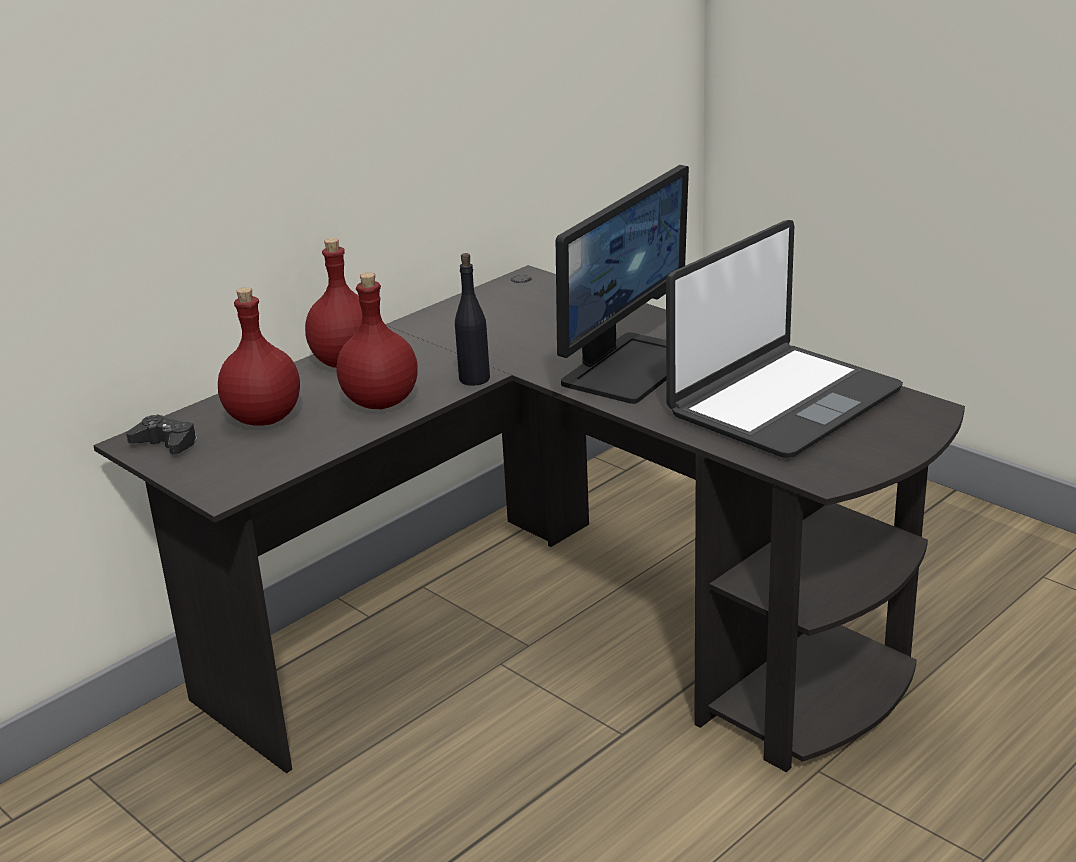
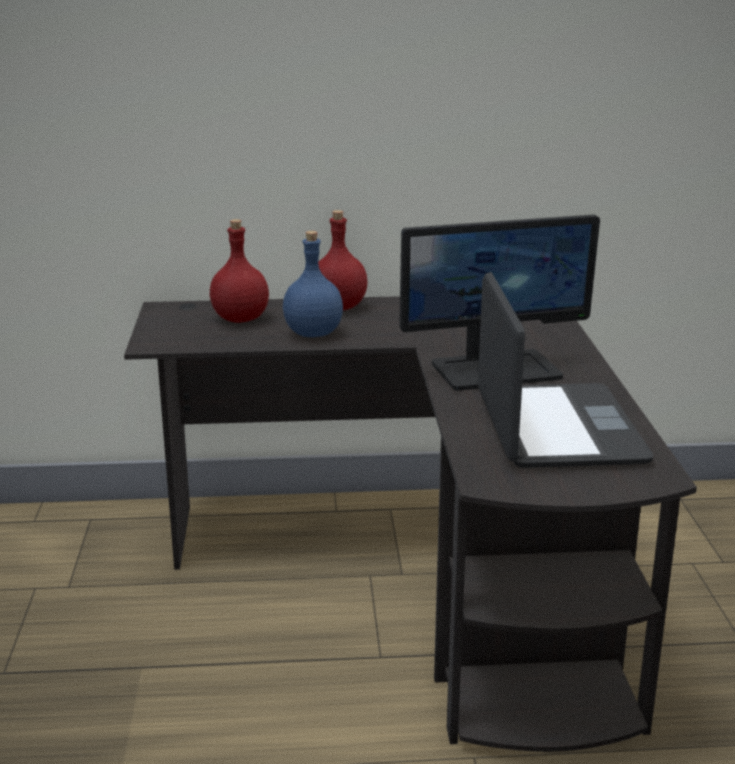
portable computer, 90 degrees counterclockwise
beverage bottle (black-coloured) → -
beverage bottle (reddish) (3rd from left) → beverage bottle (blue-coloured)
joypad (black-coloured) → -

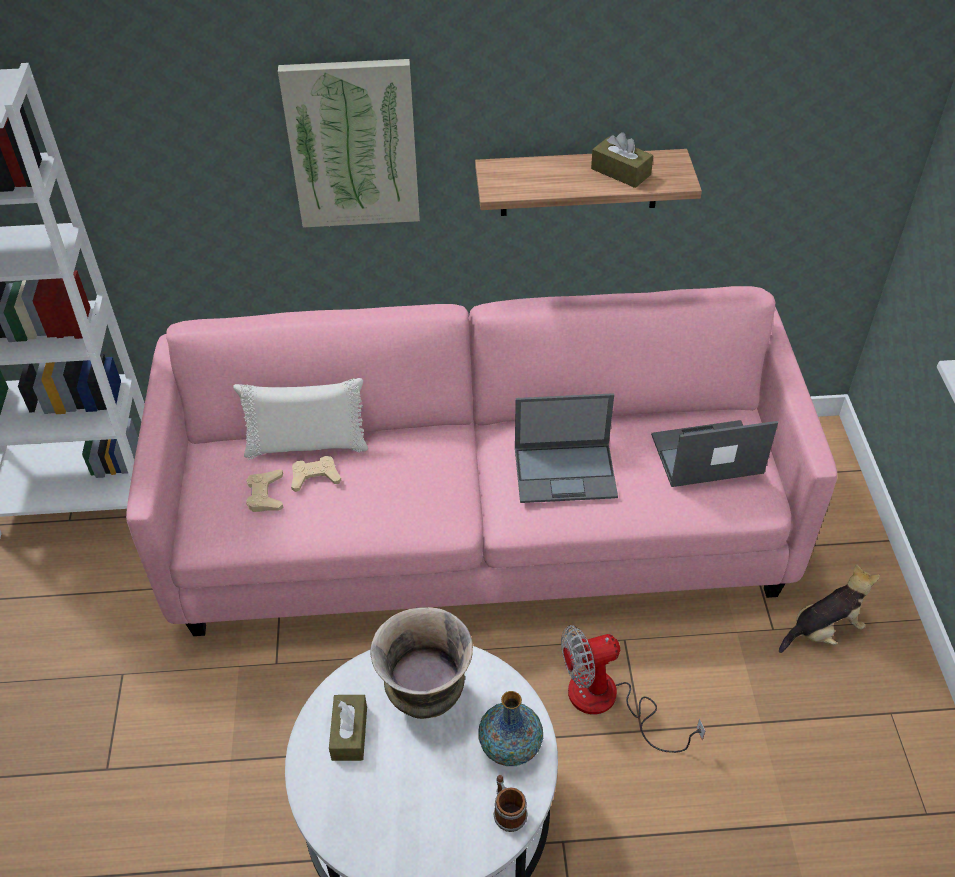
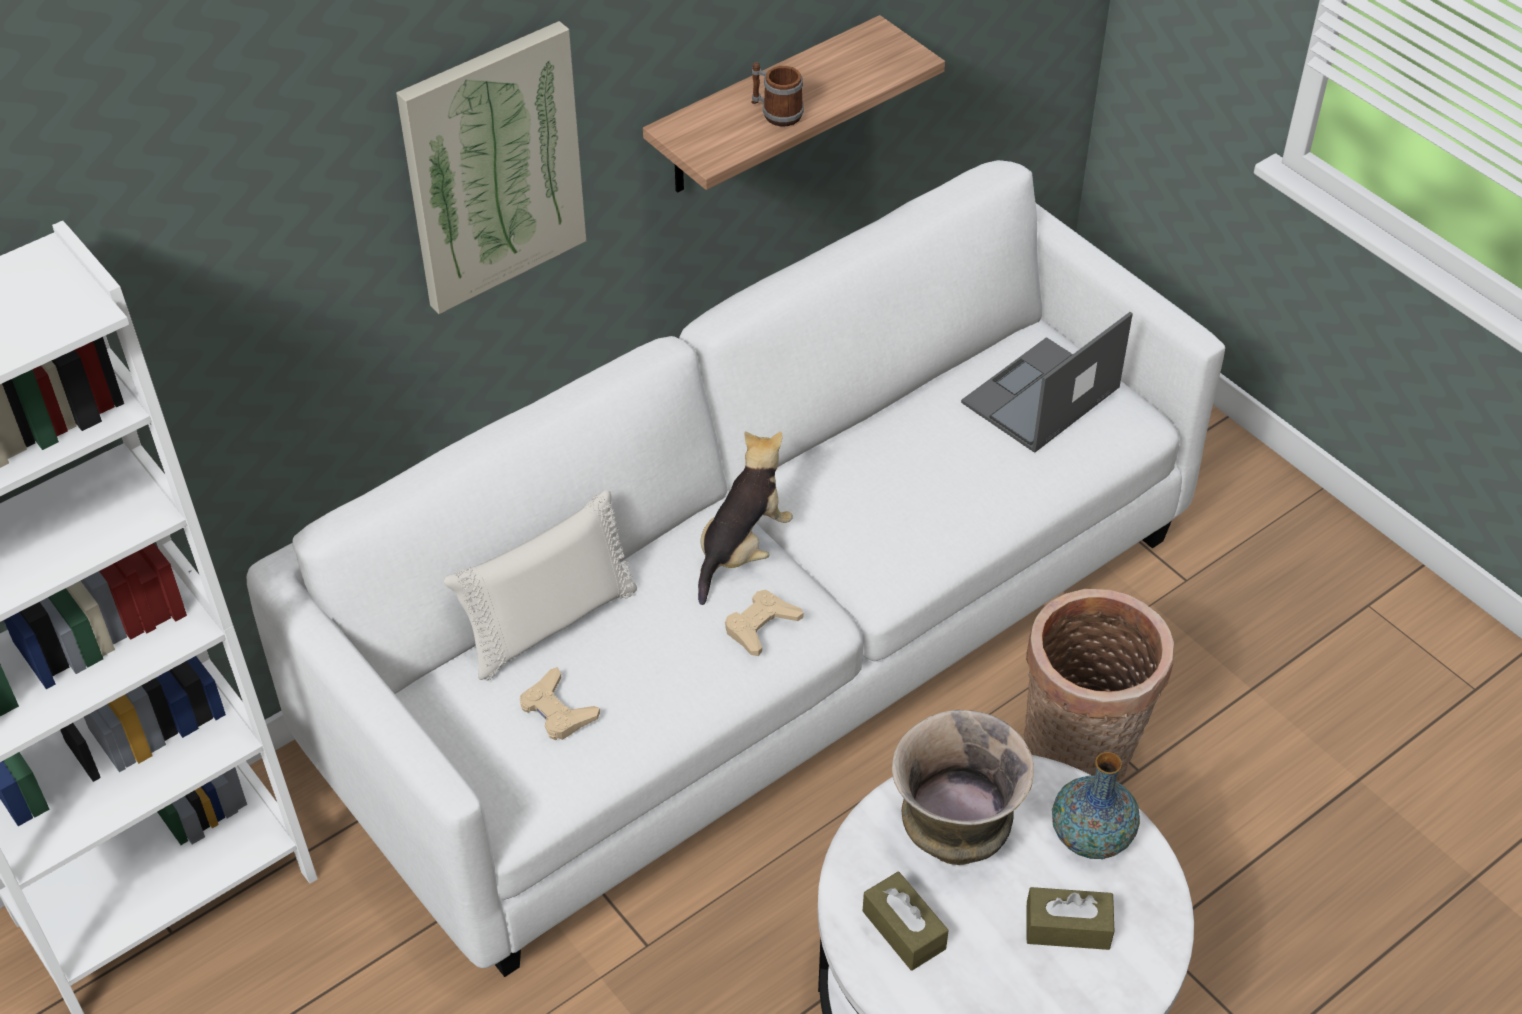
box of tissues (brown) (2nd from left), move
settee (pinkish) → settee (white-coloured)
portable computer (1st from left) → -
joypad (beige-coloured) (2nd from left), move
cuddly toy, move
fan → household basket
mug, move

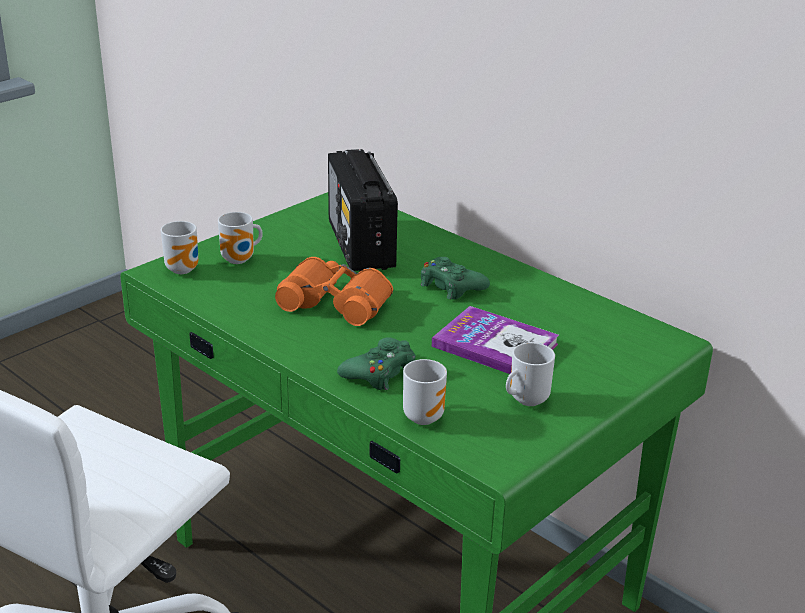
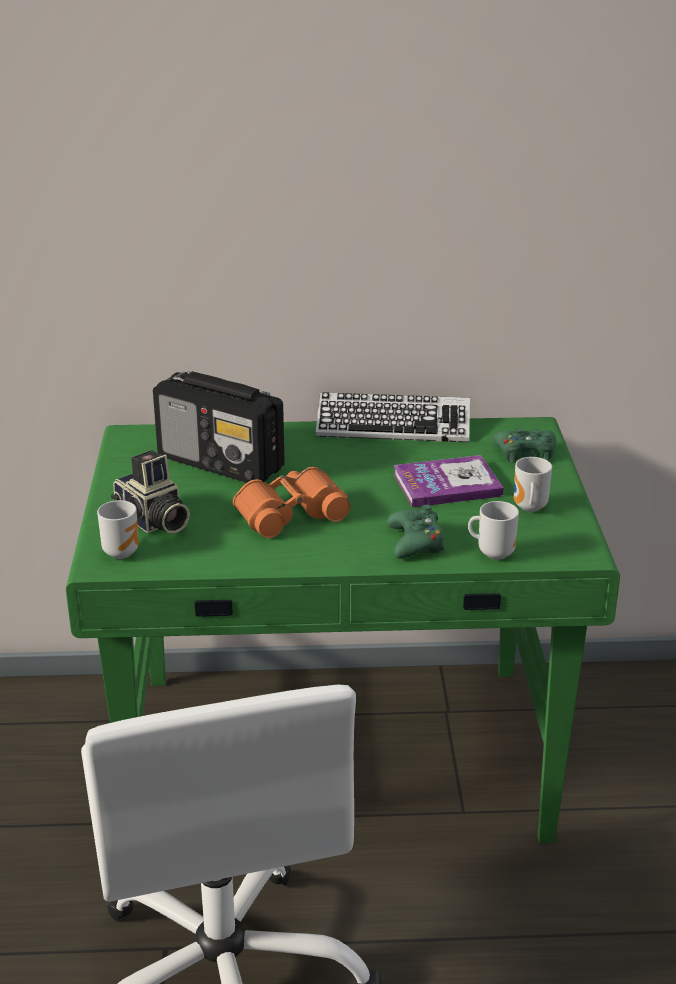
mug (2nd from left) → photo camera
joypad (greenish) (2nd from left), move
- → keyboard

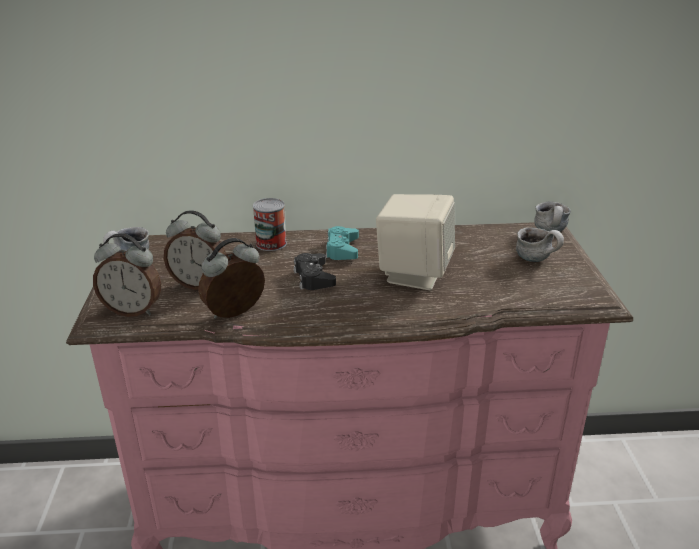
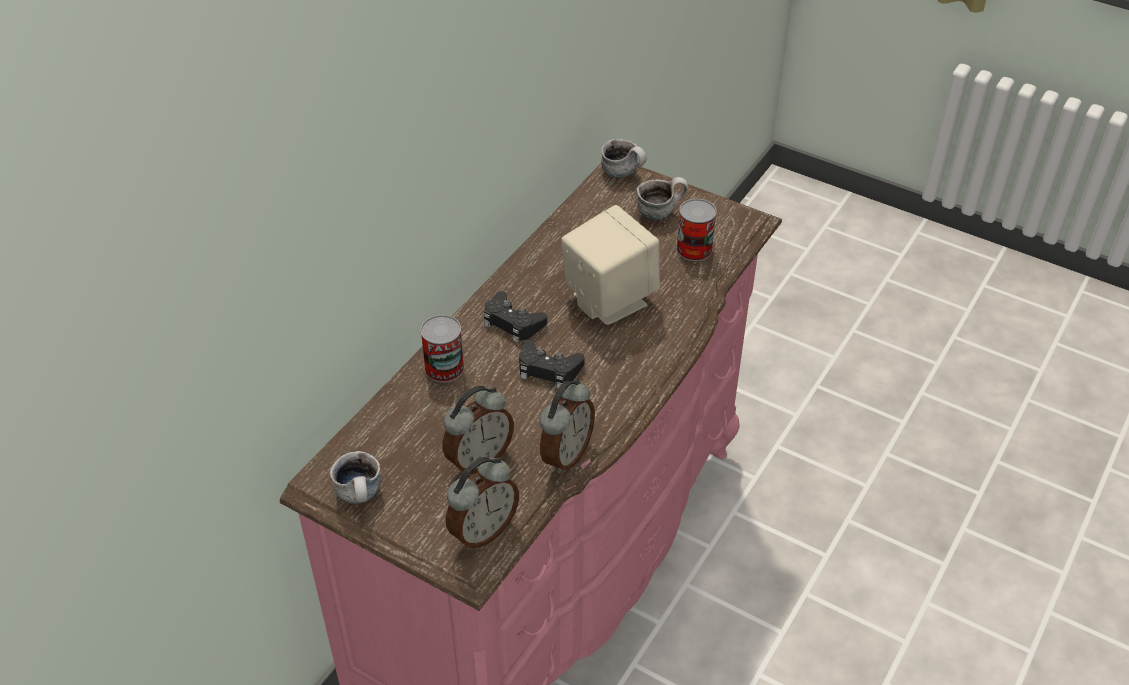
joypad (blue-green) → joypad (black-coloured) (1st from left)
alarm clock (3rd from left), 150 degrees counterclockwise
- → can (2nd from left)

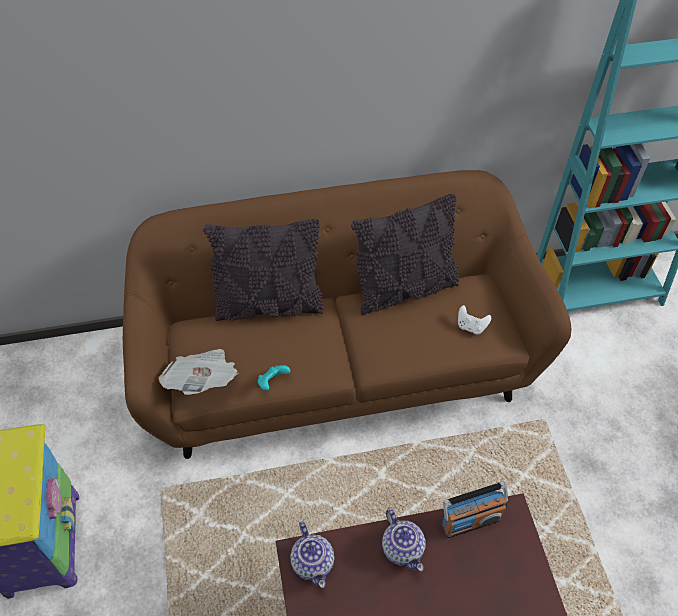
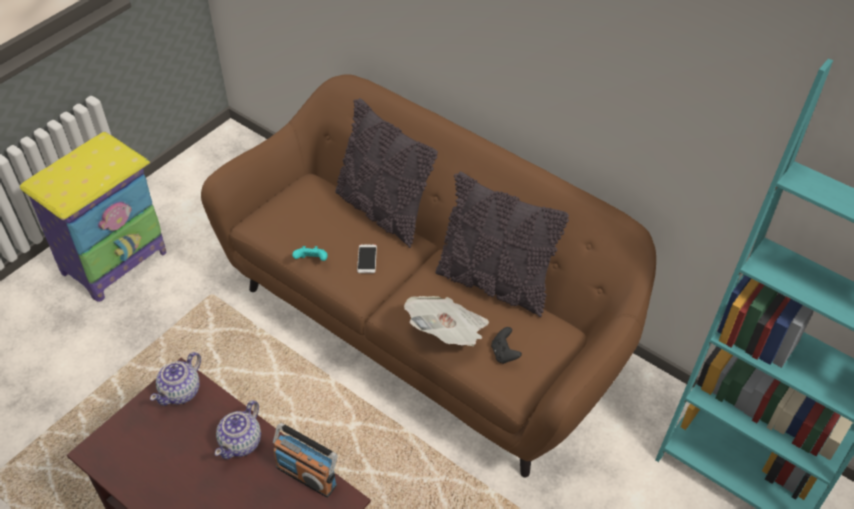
joypad (white-coloured) → joypad (black-coloured)
daily paper, move
- → handset

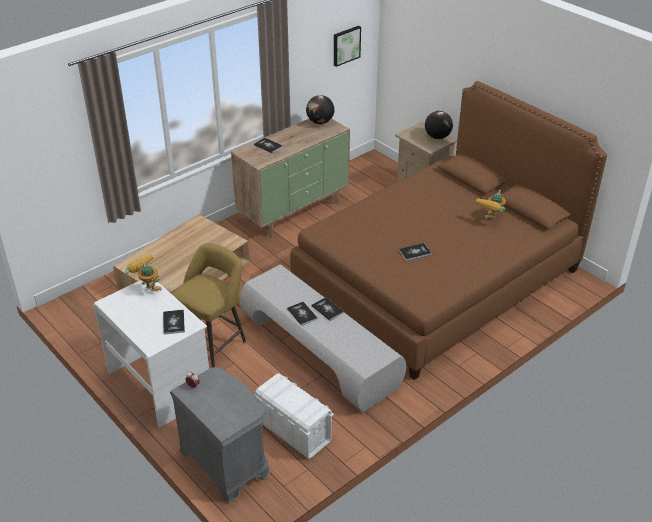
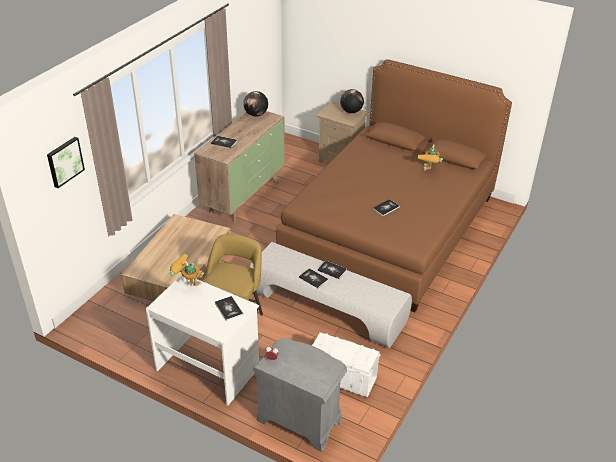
wall picture, move

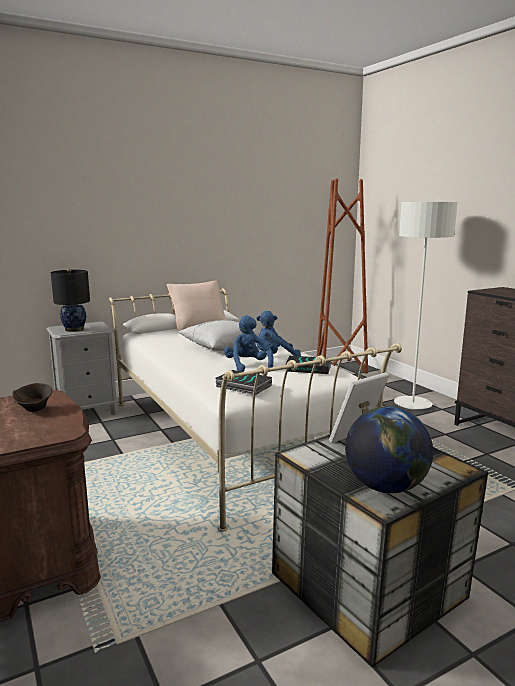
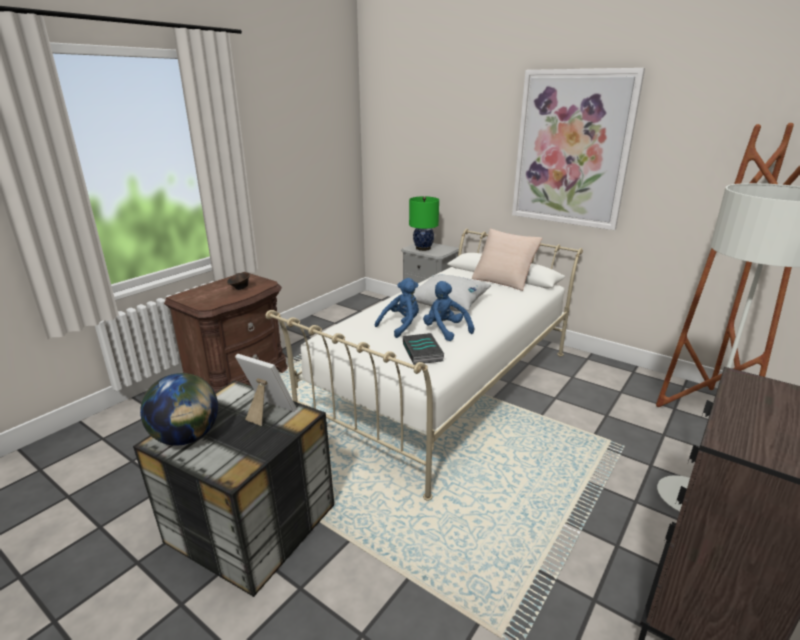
table lamp (black-coloured) → table lamp (greenish)
book (1st from left) → -
- → wall picture

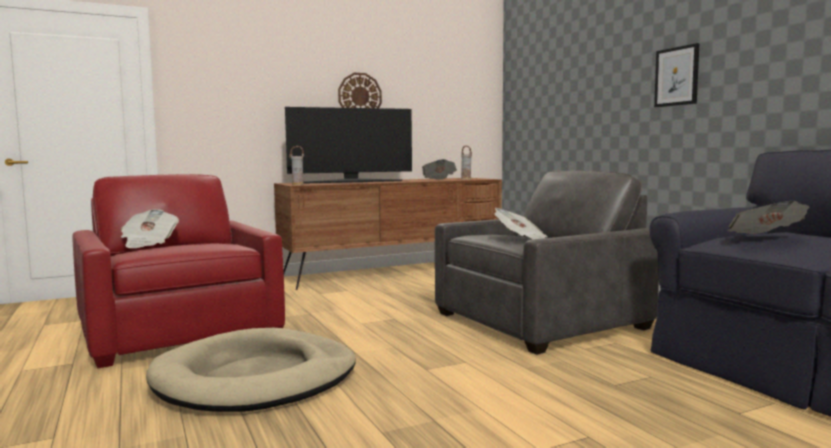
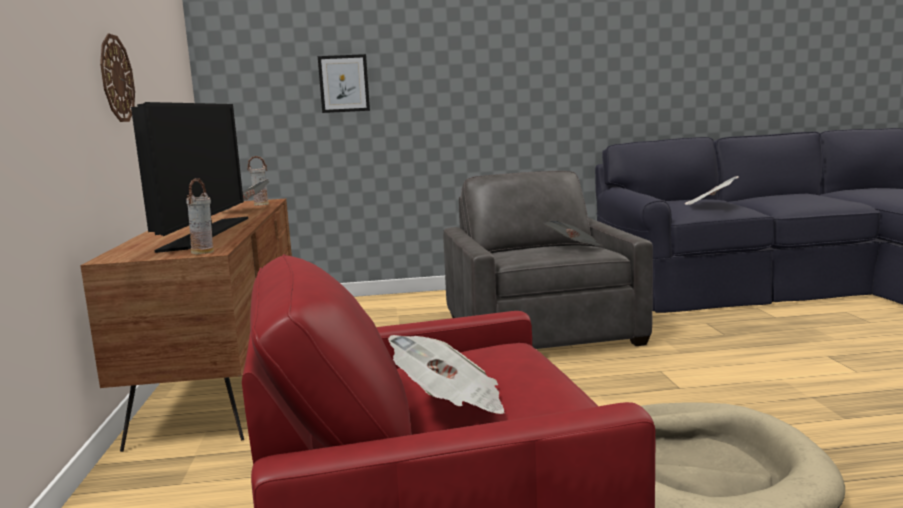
wall picture, move

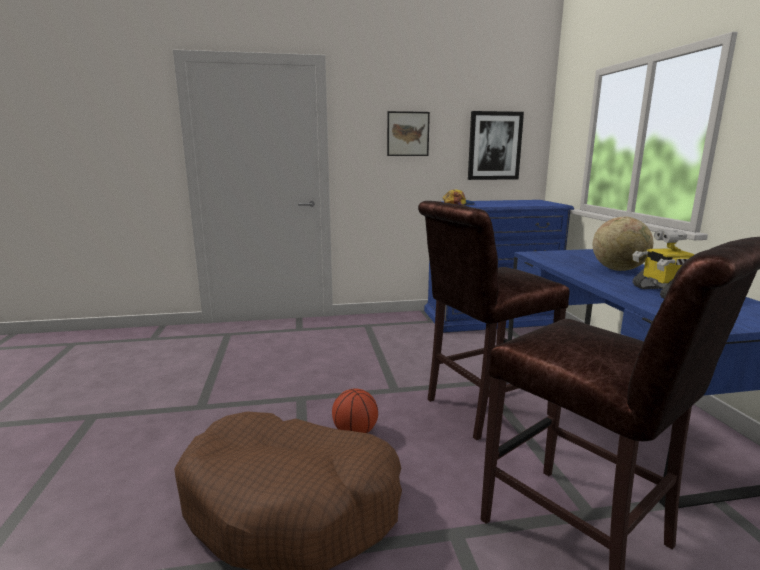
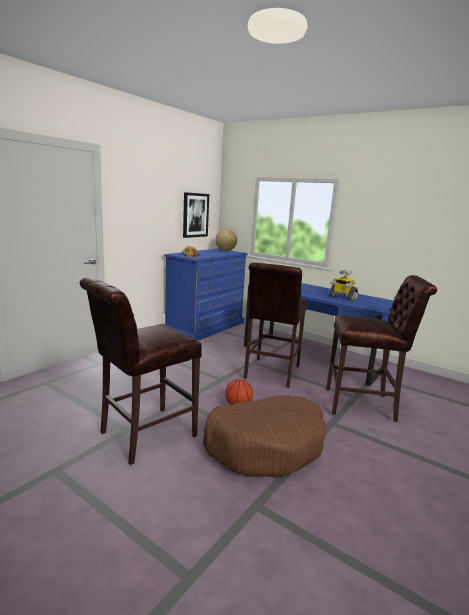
wall picture (1st from left) → -
desk globe, move
- → stool seat (brown) (1st from left)

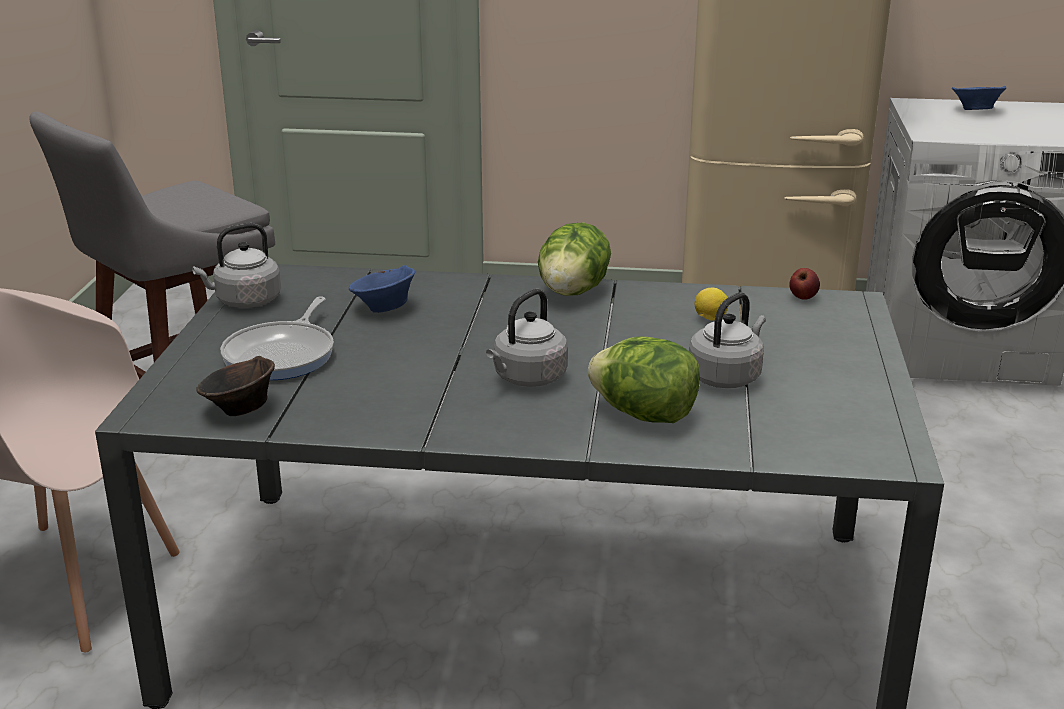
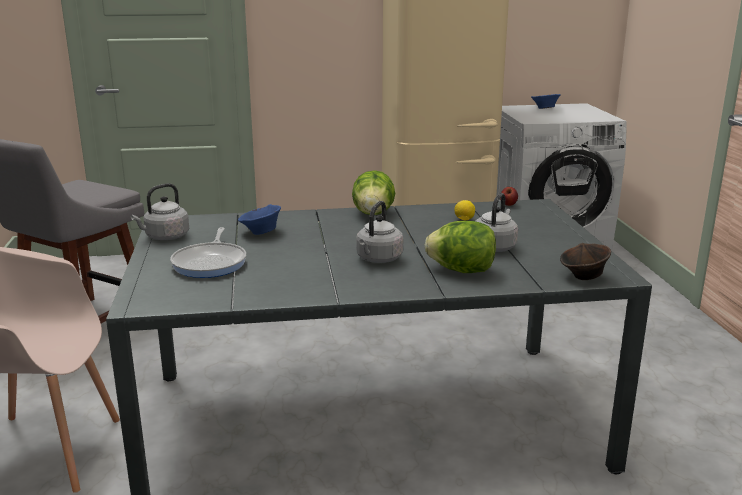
serving bowl (brown), move

